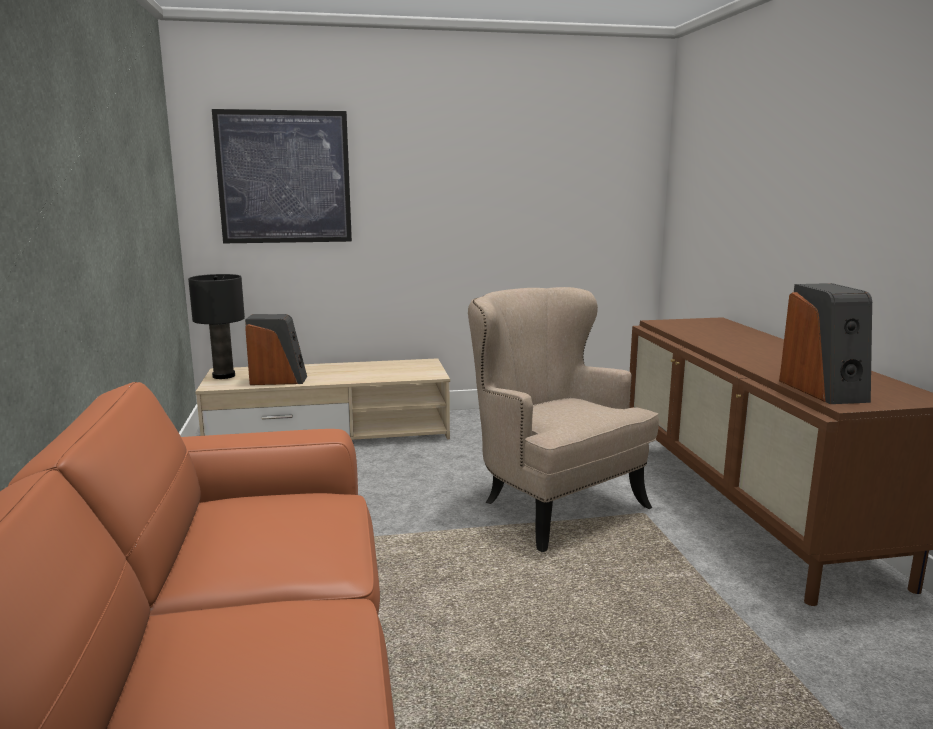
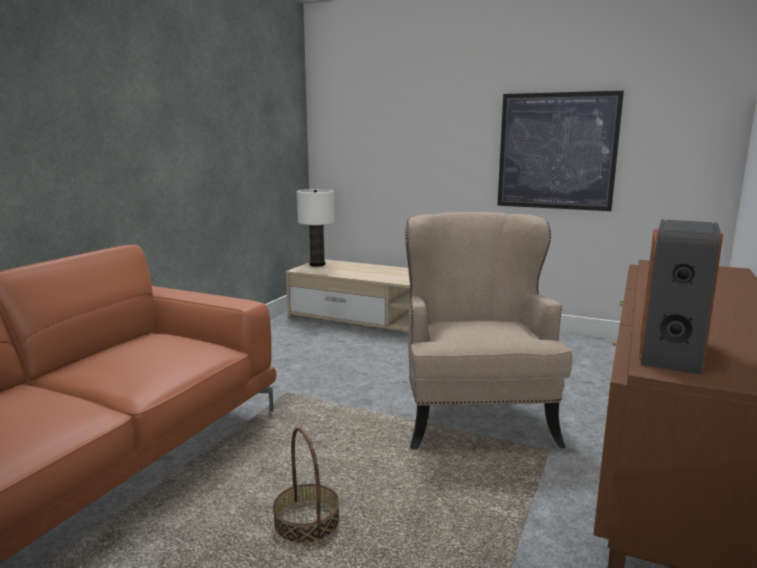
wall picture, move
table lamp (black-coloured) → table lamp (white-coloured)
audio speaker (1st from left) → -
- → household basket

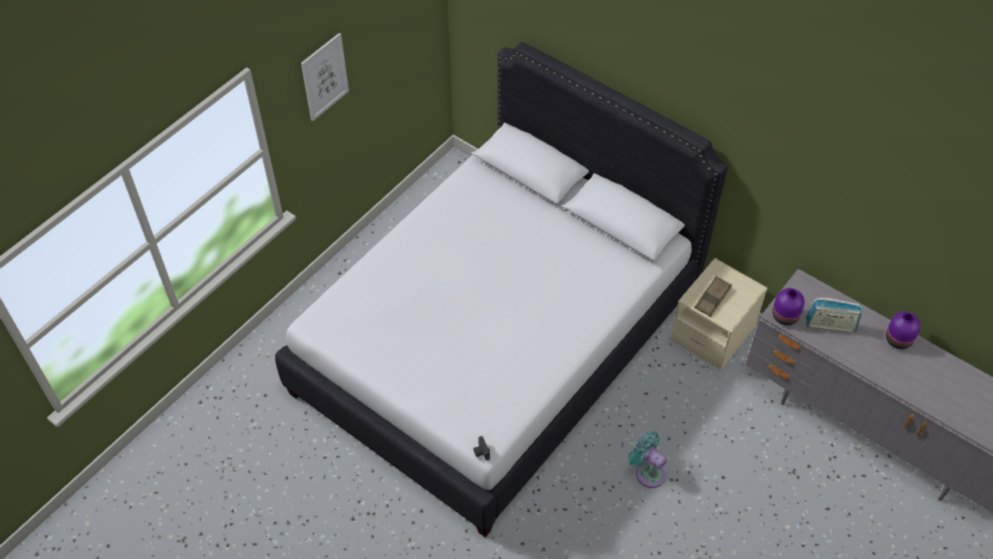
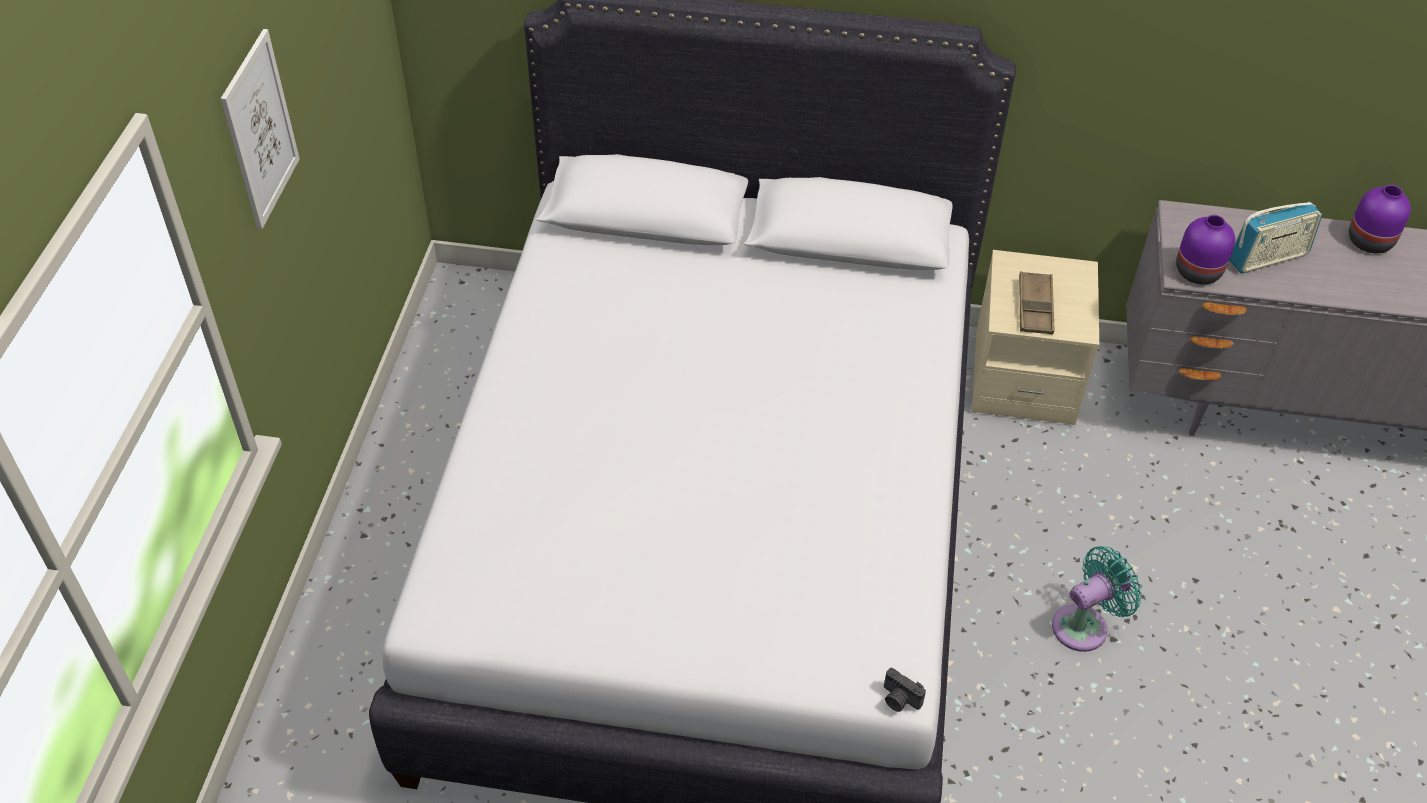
fan (blue-green), 135 degrees clockwise

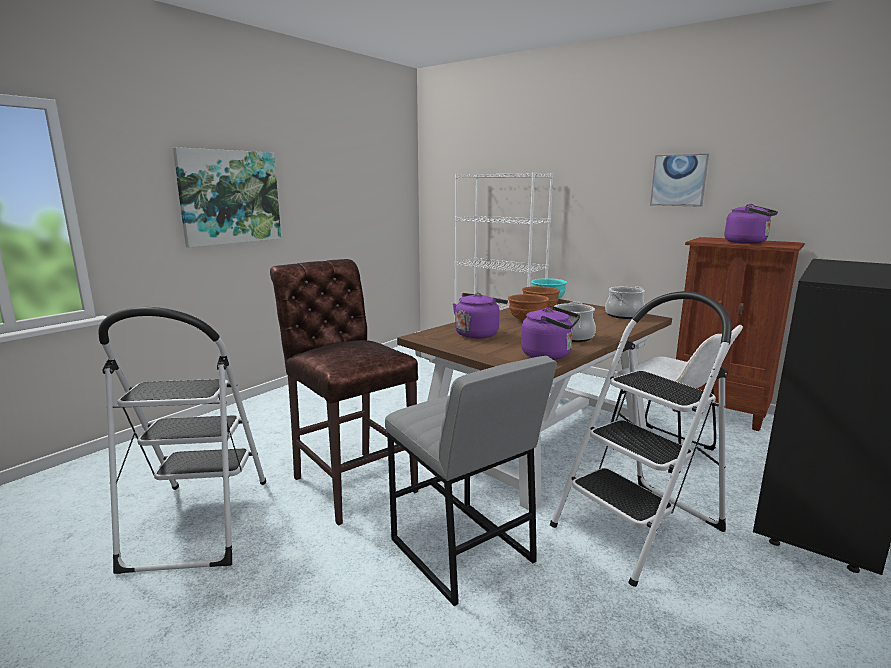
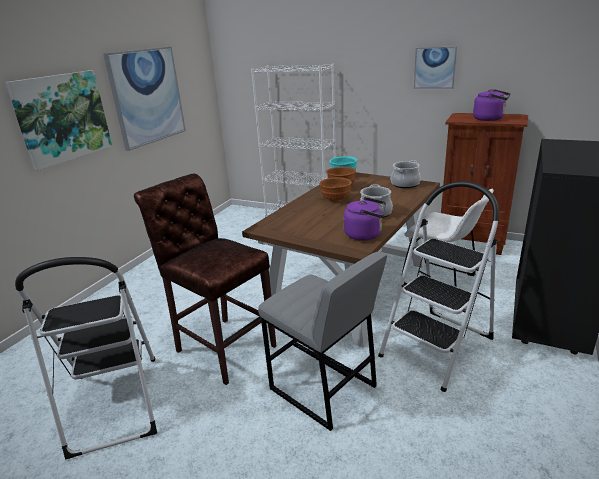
water kettle (purple) (1st from left) → -
- → wall picture (2nd from left)

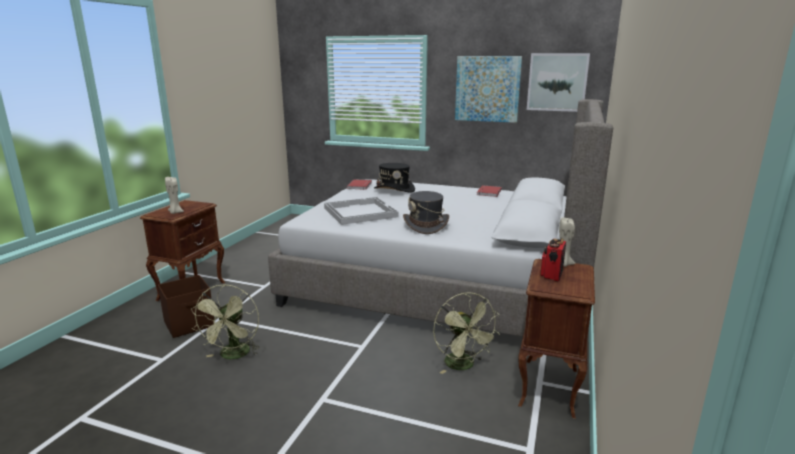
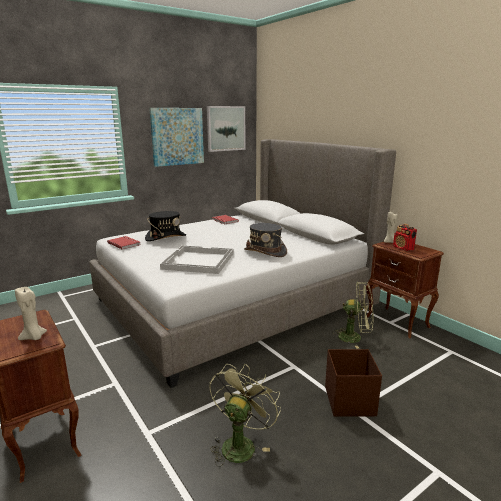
storage box (brown), move
fan (greenish) (1st from left), 105 degrees counterclockwise

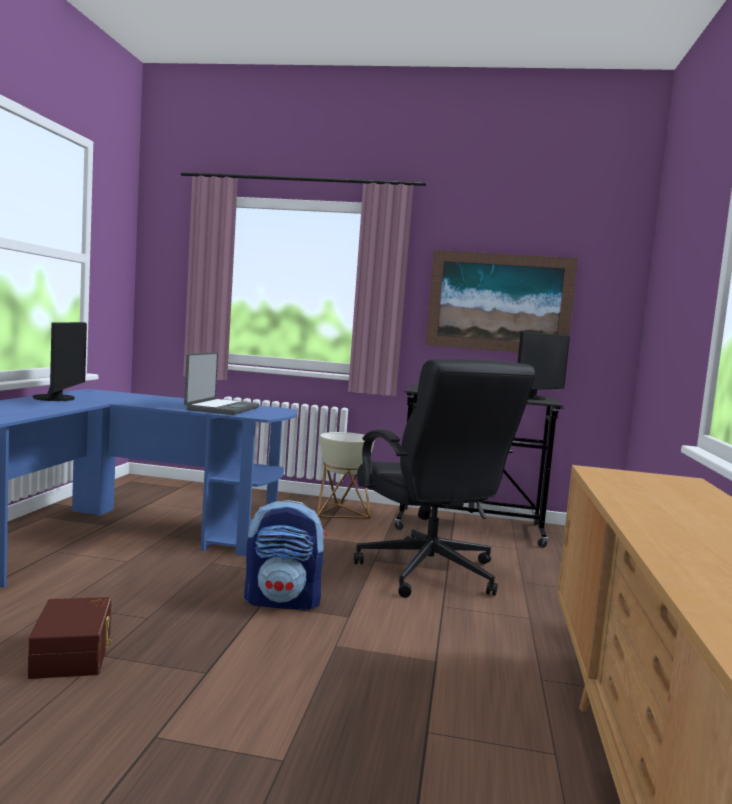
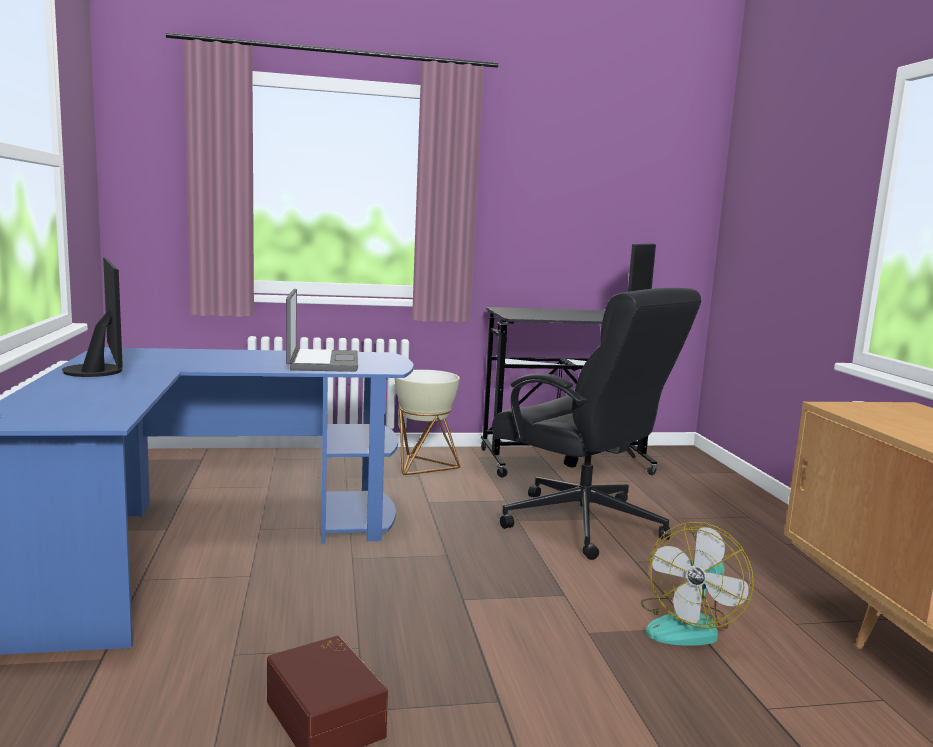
wall picture → -
knapsack → -
- → fan

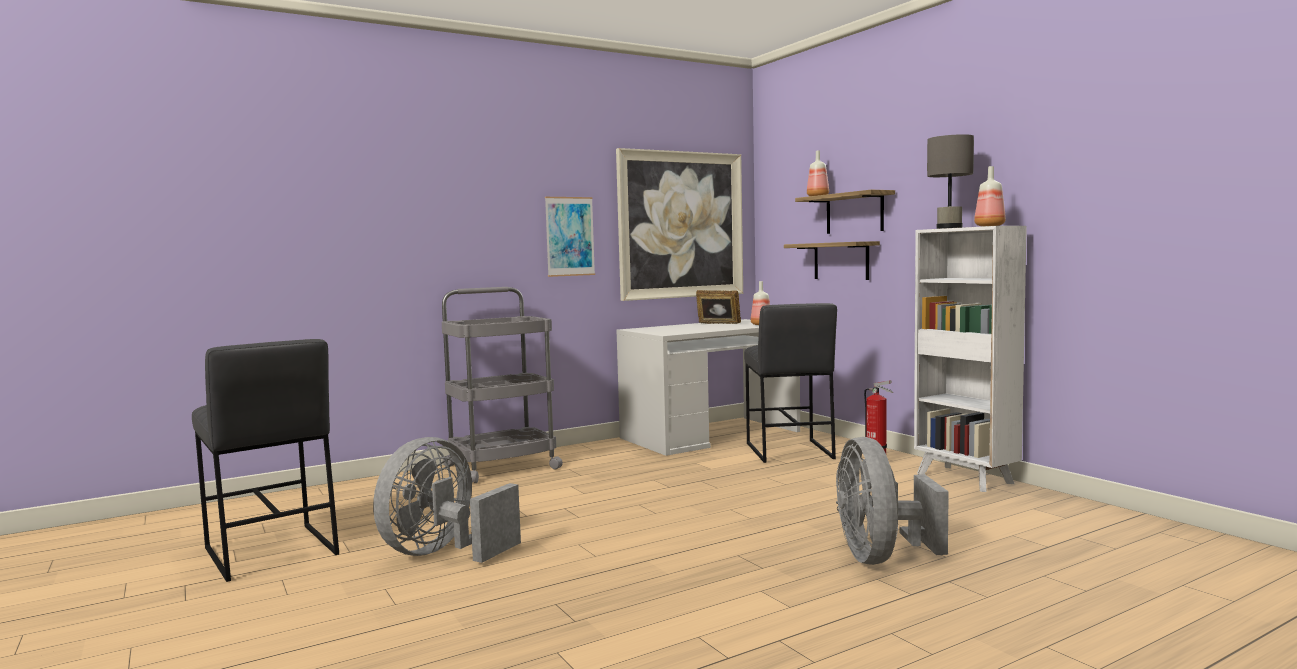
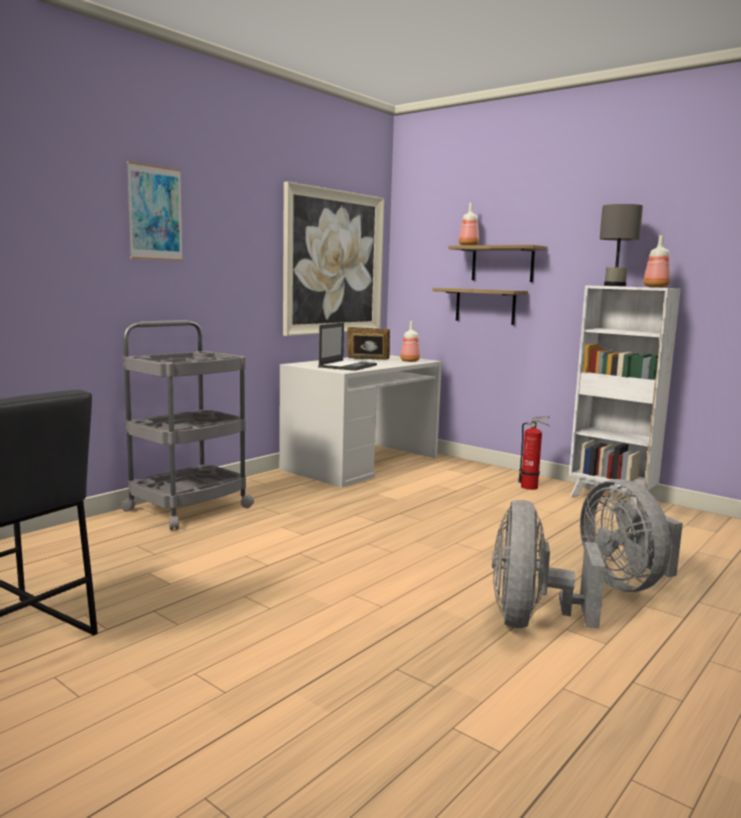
wall picture (1st from left), move
stool seat (gray) (2nd from left) → -
fan (gray) (1st from left), move
- → portable computer

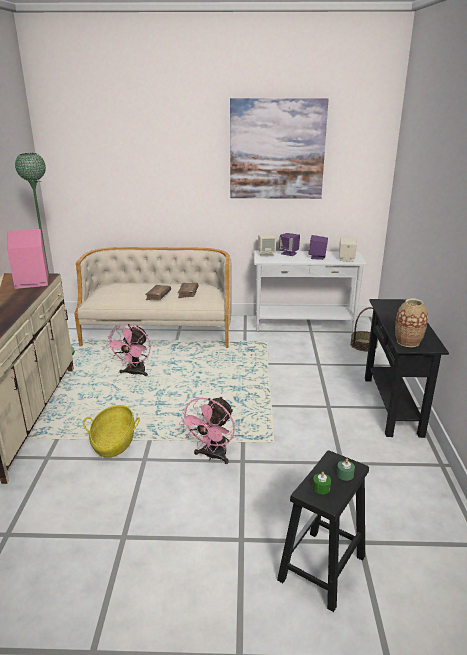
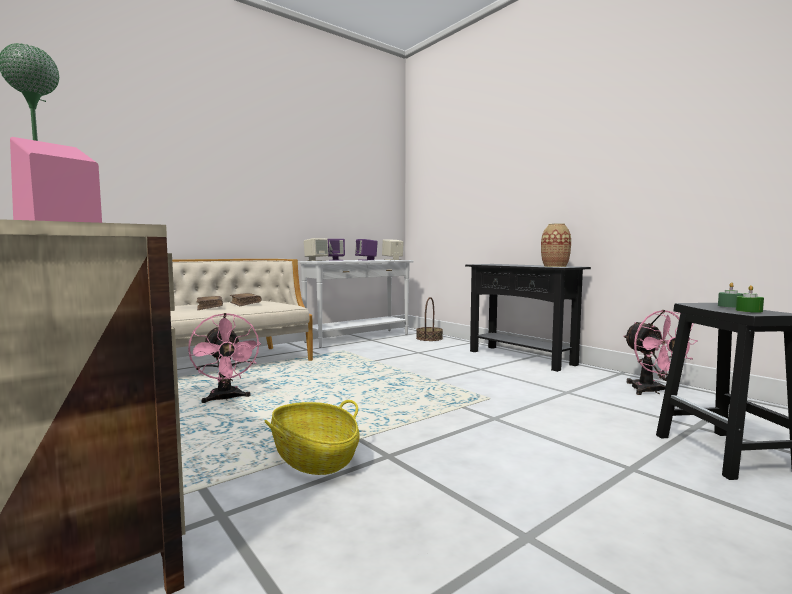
wall picture → -
fan (pinkish) (2nd from left), move

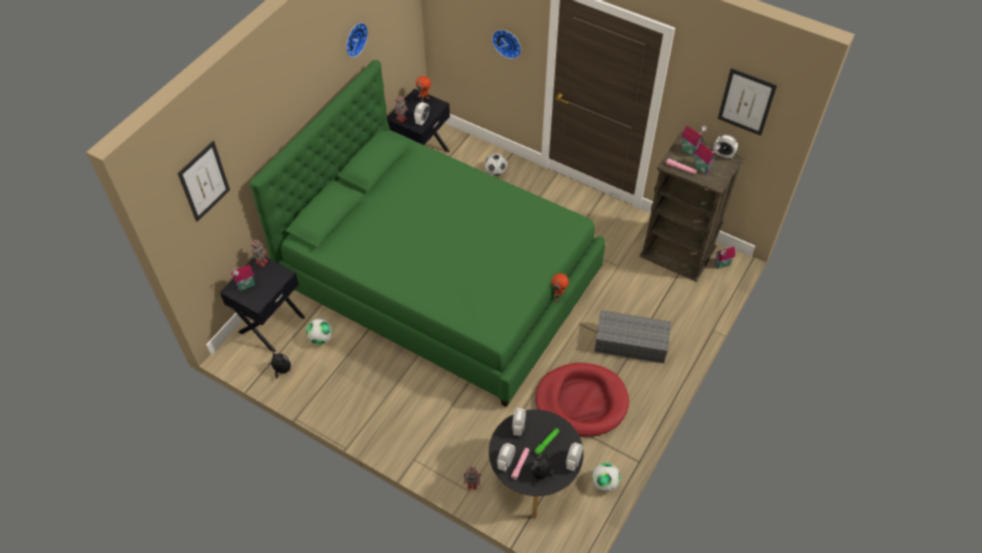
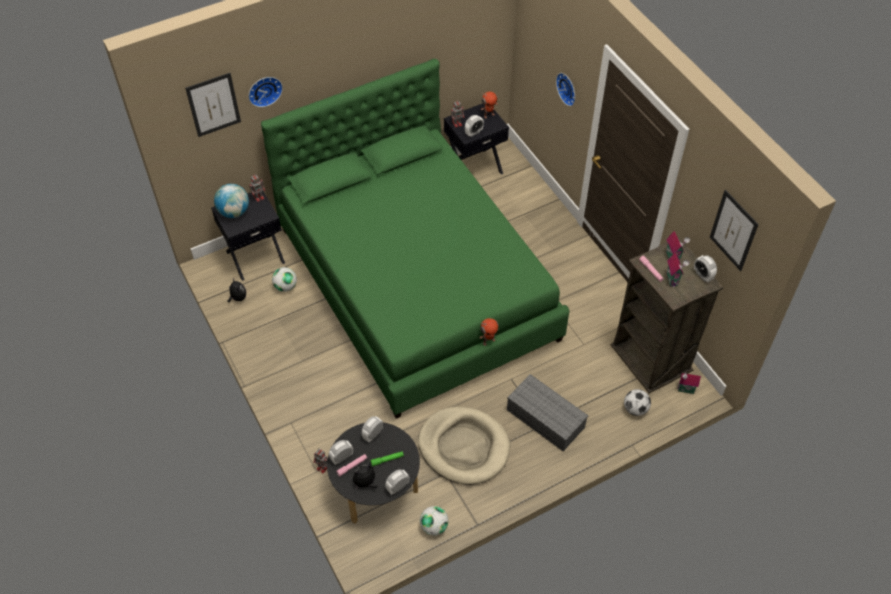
wall clock (1st from left), move
ball for football (2nd from left in the first image) → ball for football (3rd from left), move
toy house (1st from left) → desk globe
dog cushion (reddish) → dog cushion (beige-coloured)

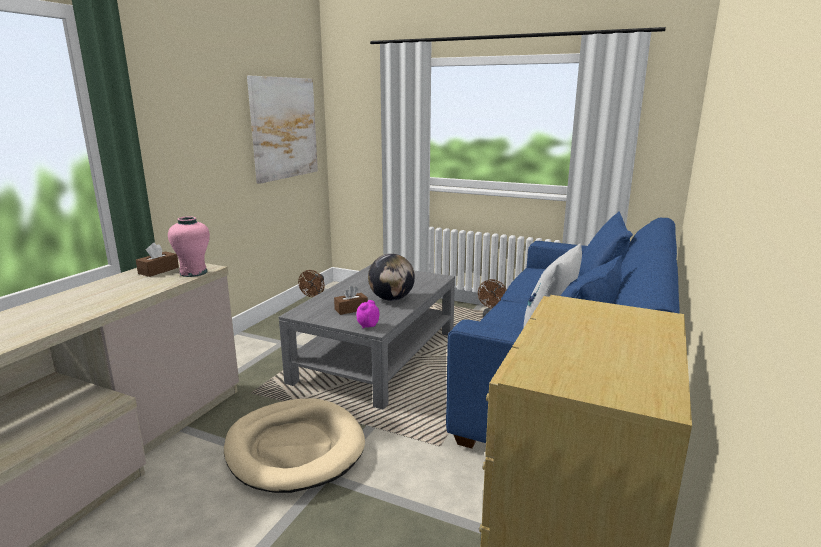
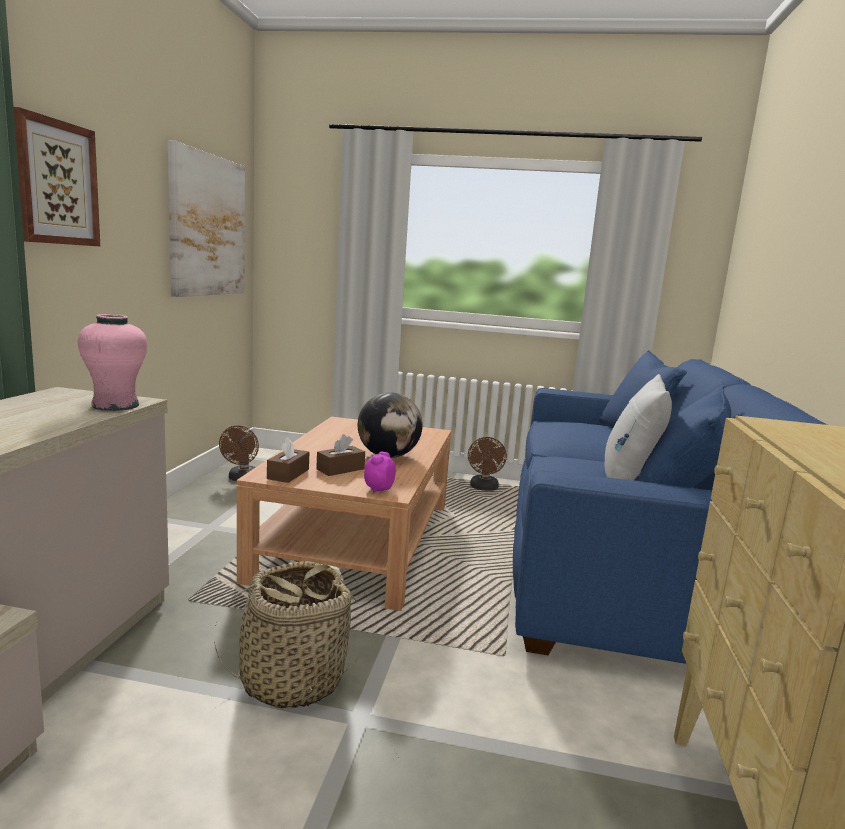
box of tissues (brown) (1st from left), move
lounge table (gray) → lounge table (brown)
dog cushion (beige-coloured) → household basket
- → wall picture (1st from left)

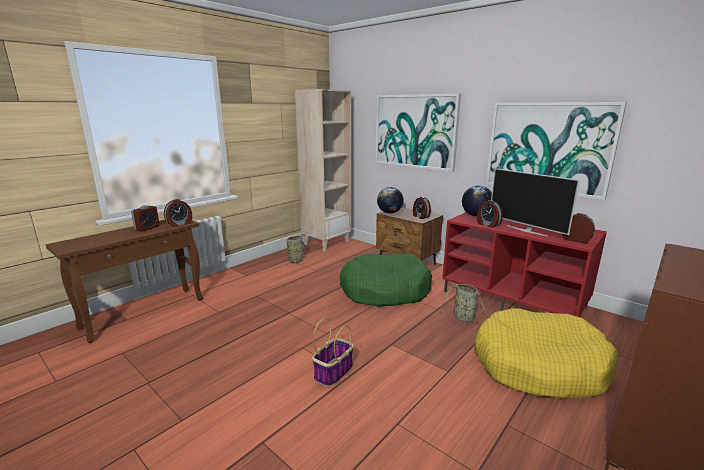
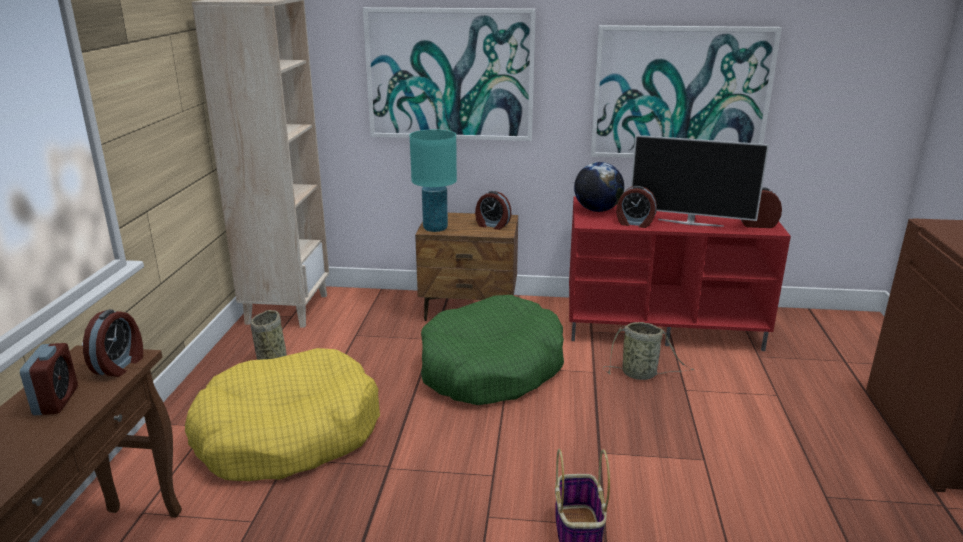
desk globe (1st from left) → table lamp (blue-green)
dog cushion (yellow), move

